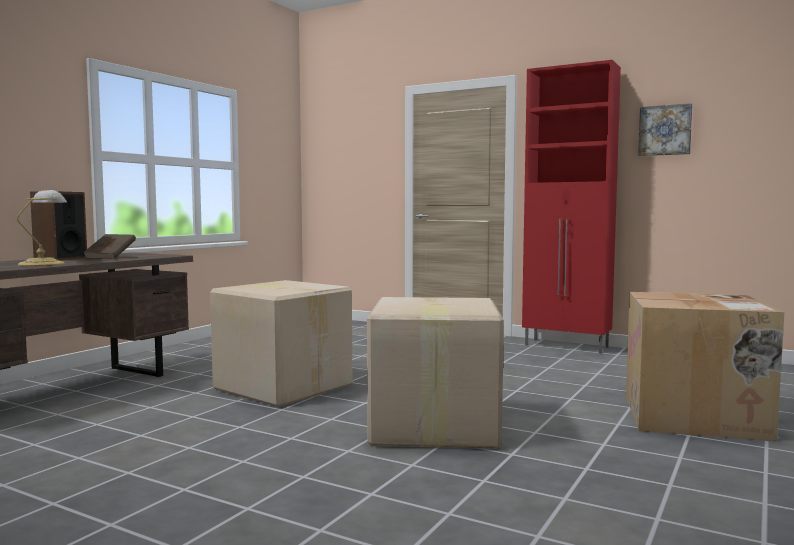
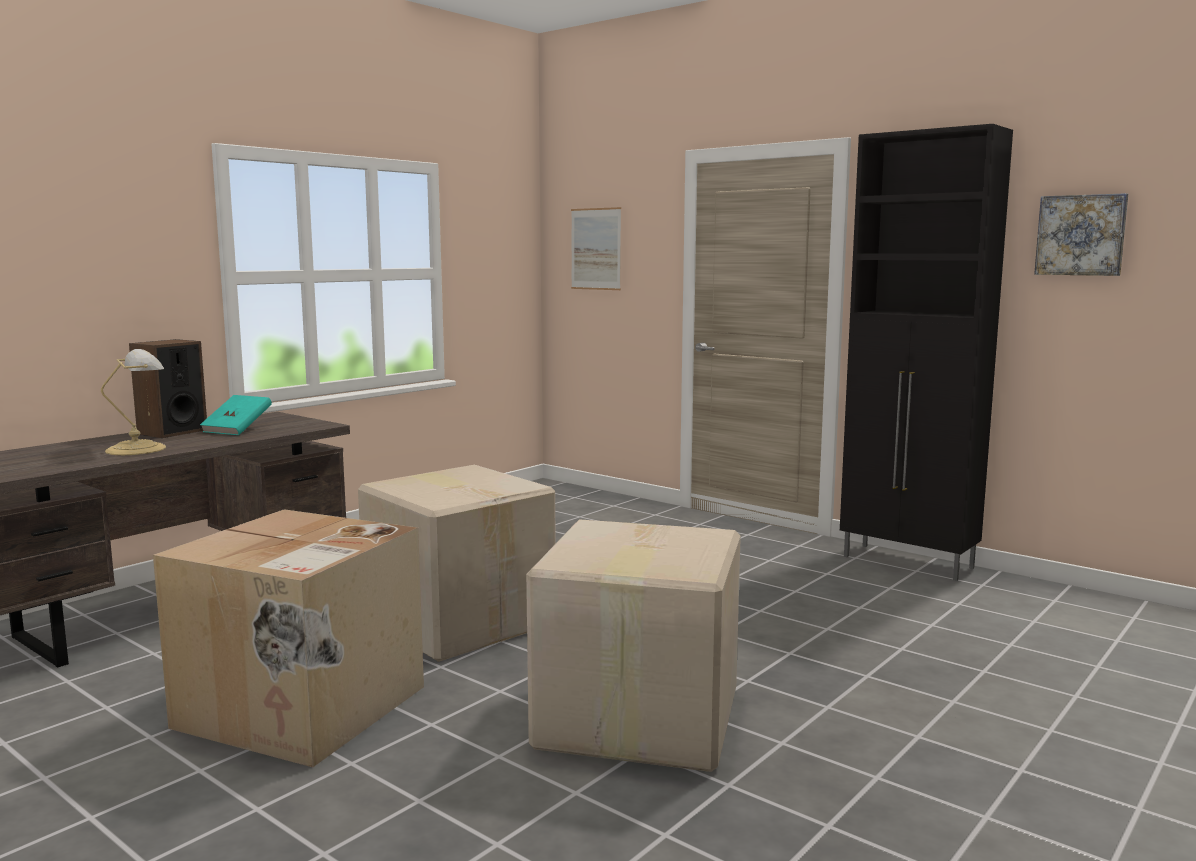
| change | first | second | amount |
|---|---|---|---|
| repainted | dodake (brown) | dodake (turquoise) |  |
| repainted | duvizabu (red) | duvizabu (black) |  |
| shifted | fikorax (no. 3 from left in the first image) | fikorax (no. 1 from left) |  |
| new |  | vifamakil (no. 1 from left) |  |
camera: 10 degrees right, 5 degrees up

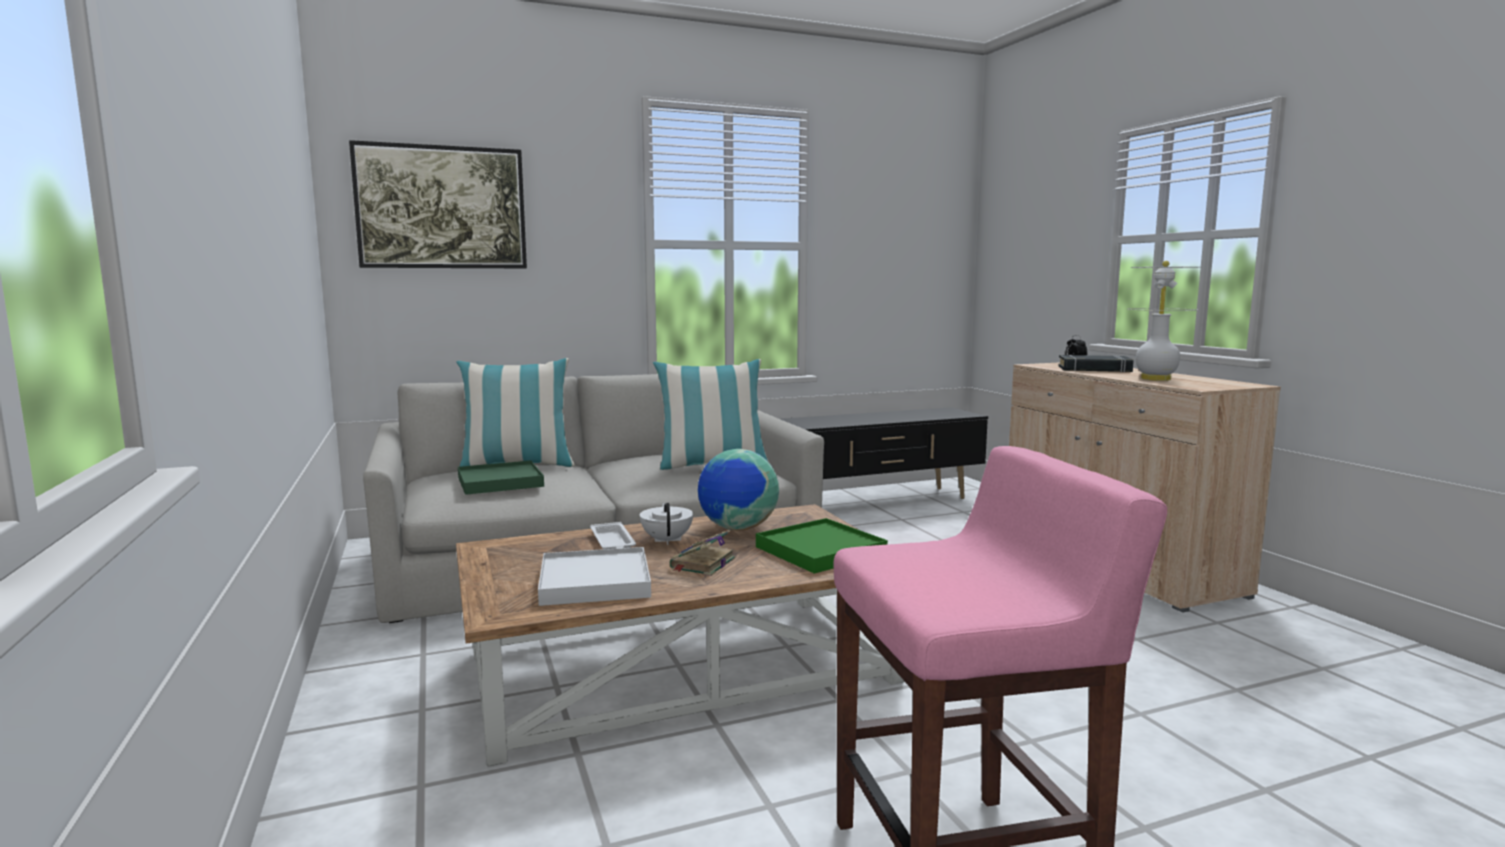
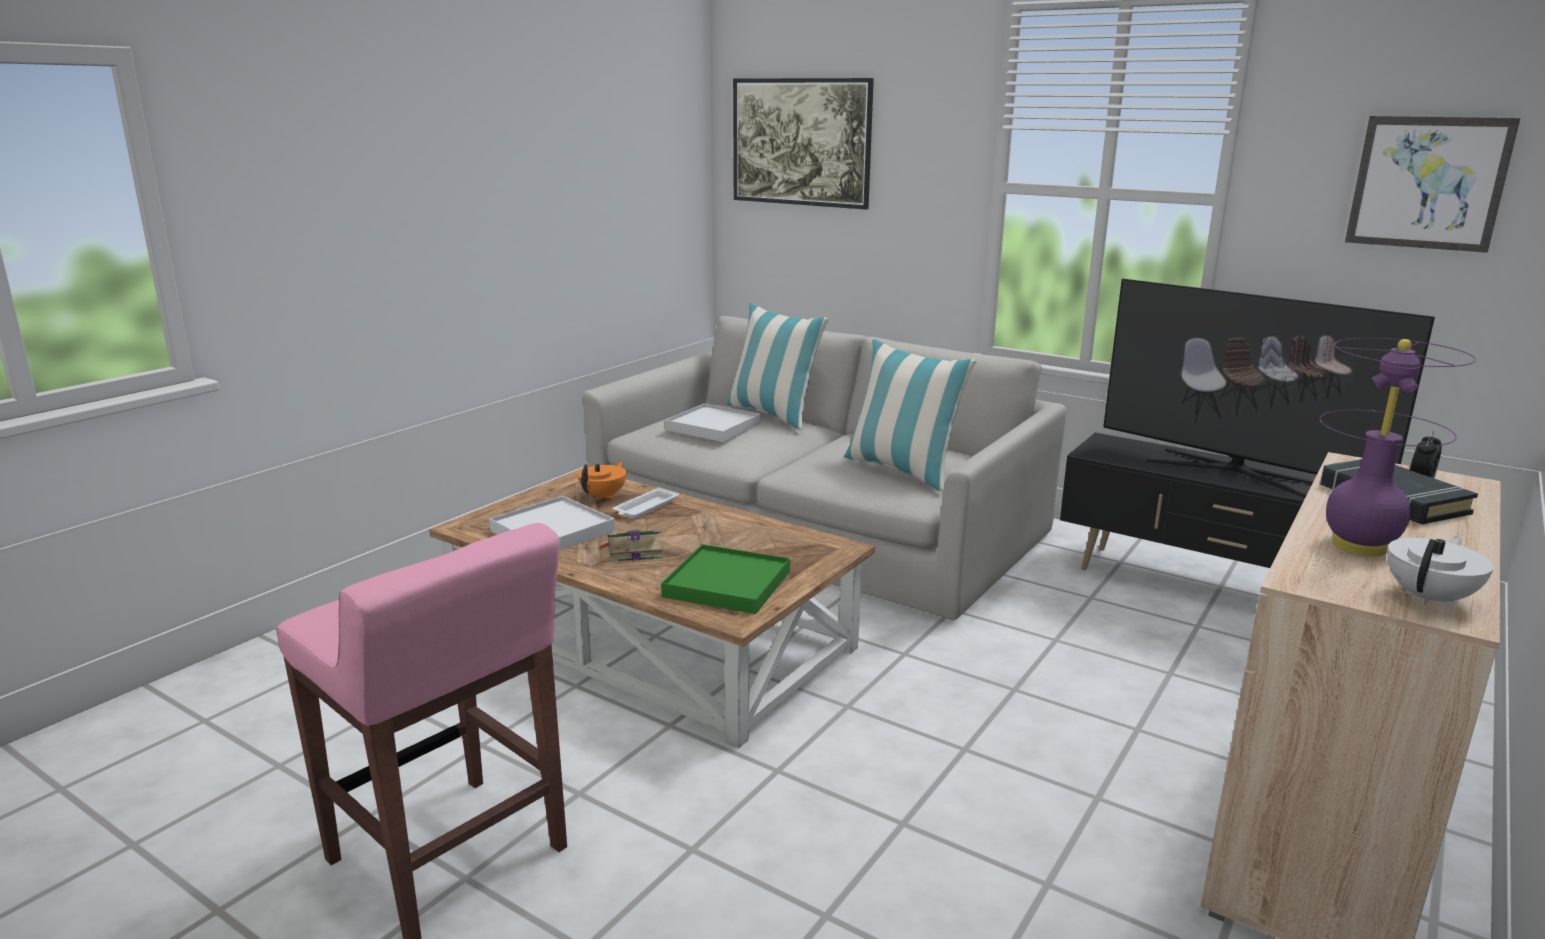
| change | first | second | amount |
|---|---|---|---|
| repainted | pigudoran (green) (no. 1 from left) | pigudoran (white) (no. 3 from left) |  |
| shifted | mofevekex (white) |  |  |
| gone | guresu |  |  |
| repainted | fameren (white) | fameren (purple) |  |
| new |  | mofevekex (orange) |  |
| new |  | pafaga |  |
| new |  | vifamakil (no. 2 from left) |  |
camera: 55 degrees right, 10 degrees up

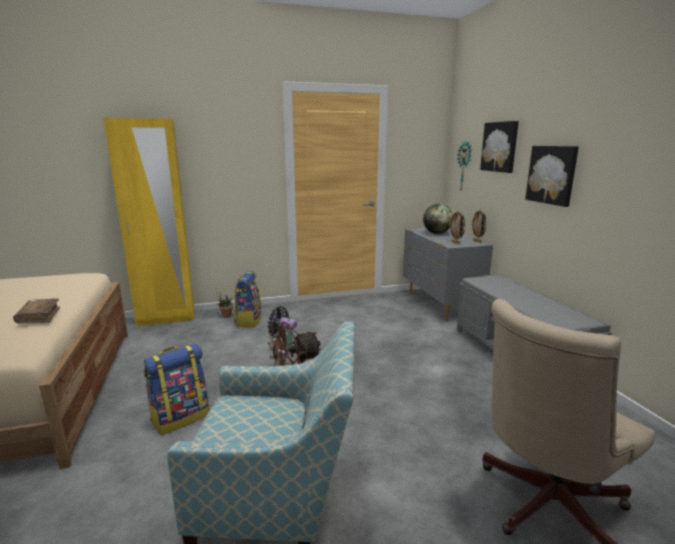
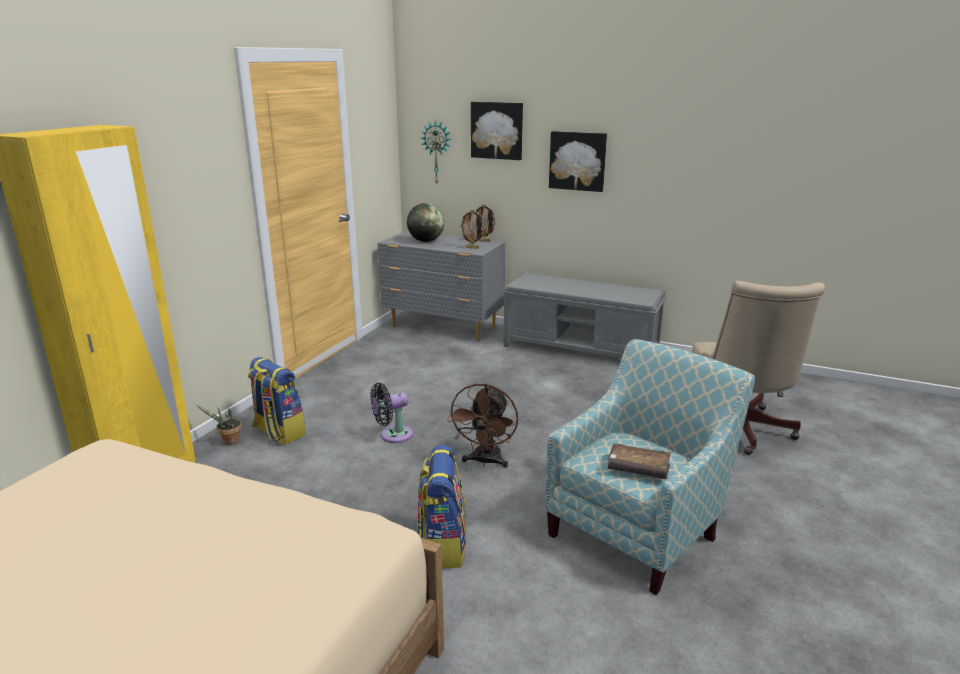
| change | first | second | amount |
|---|---|---|---|
| shifted | dodake (brown) |  |  |
camera: 50 degrees left, 5 degrees up

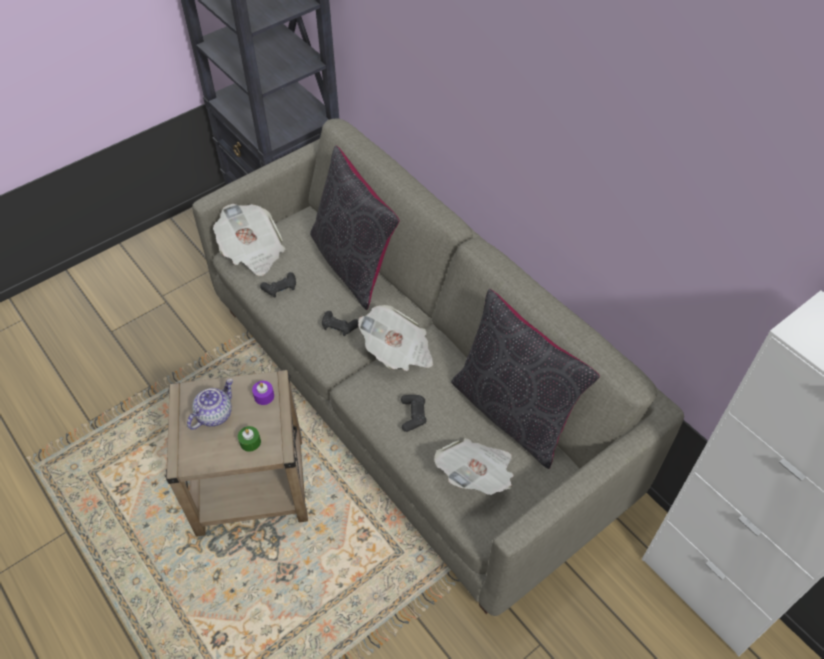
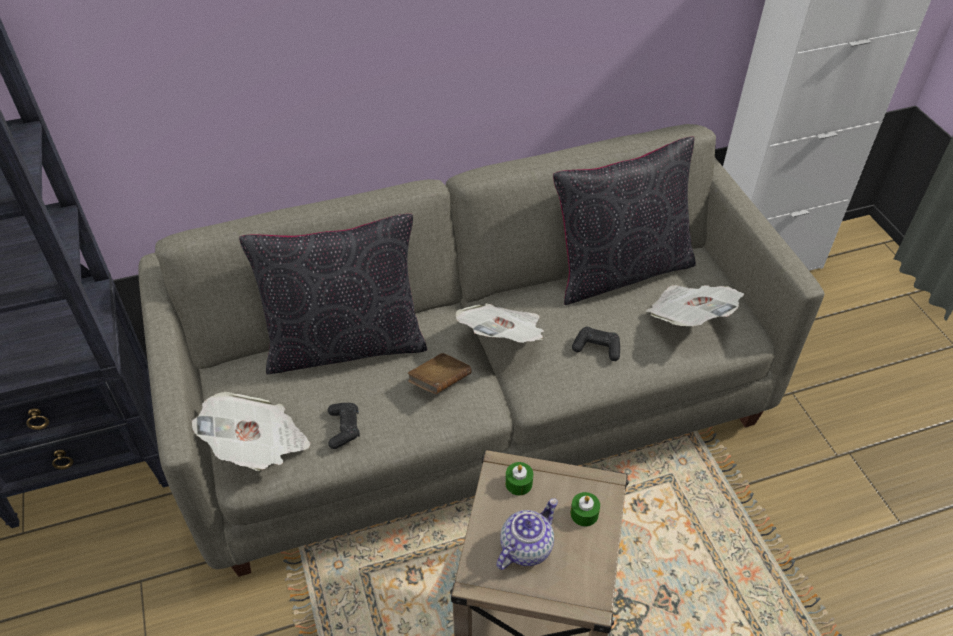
| change | first | second | amount |
|---|---|---|---|
| rotated | mofevekex |  | 75 degrees clockwise |
| repainted | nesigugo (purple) | nesigugo (green) (no. 1 from left) |  |
| swapped | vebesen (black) (no. 2 from left) | dodake (brown) |  |
camera: 70 degrees left, 5 degrees down

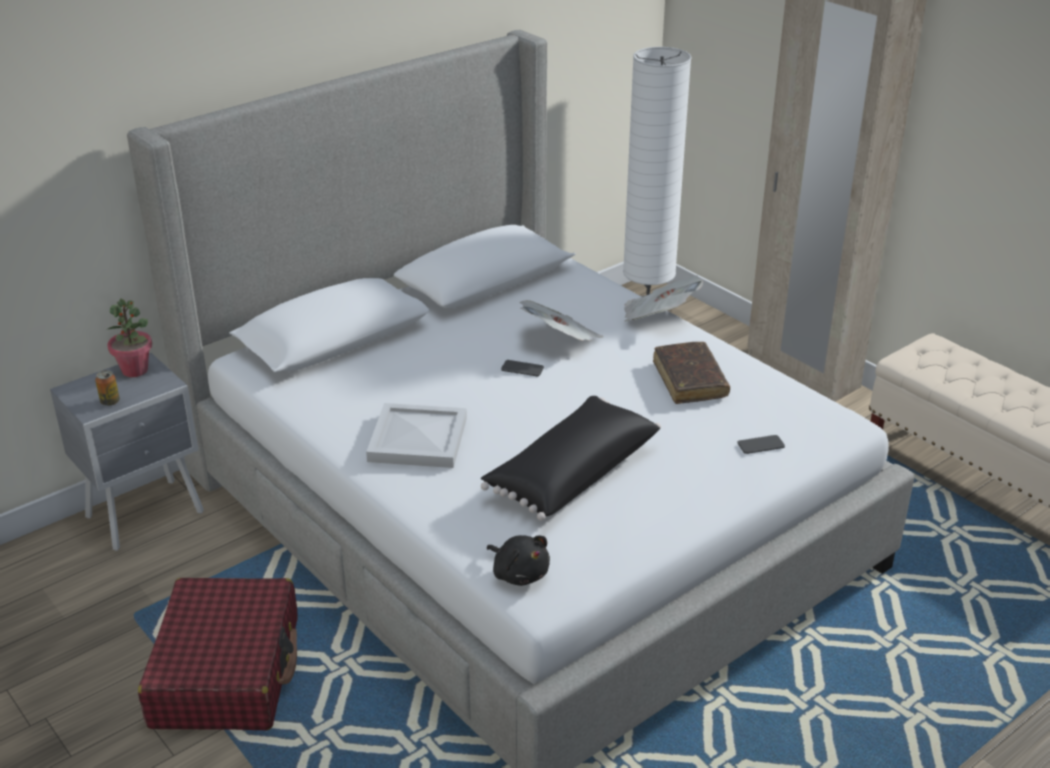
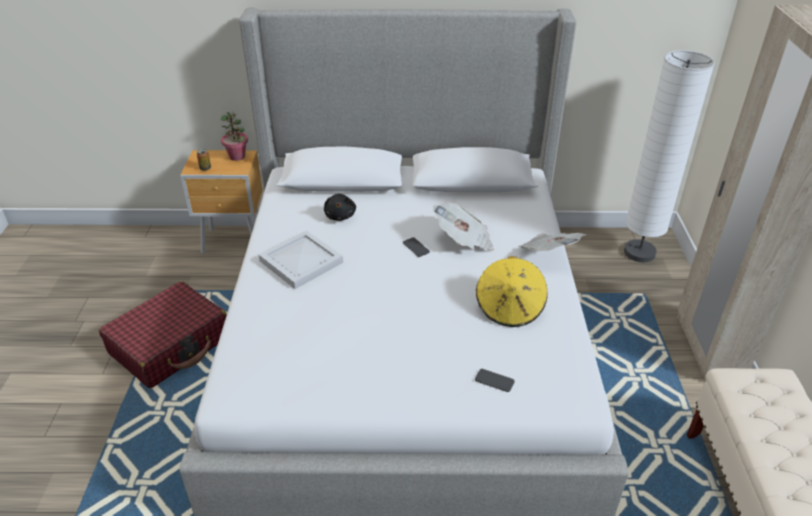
| change | first | second | amount |
|---|---|---|---|
| repainted | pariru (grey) | pariru (brown) |  |
| gone | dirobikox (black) |  |  |
| shifted | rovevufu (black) |  |  |
| swapped | dodake (brown) | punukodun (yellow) |  |
camera: 40 degrees right, 5 degrees up

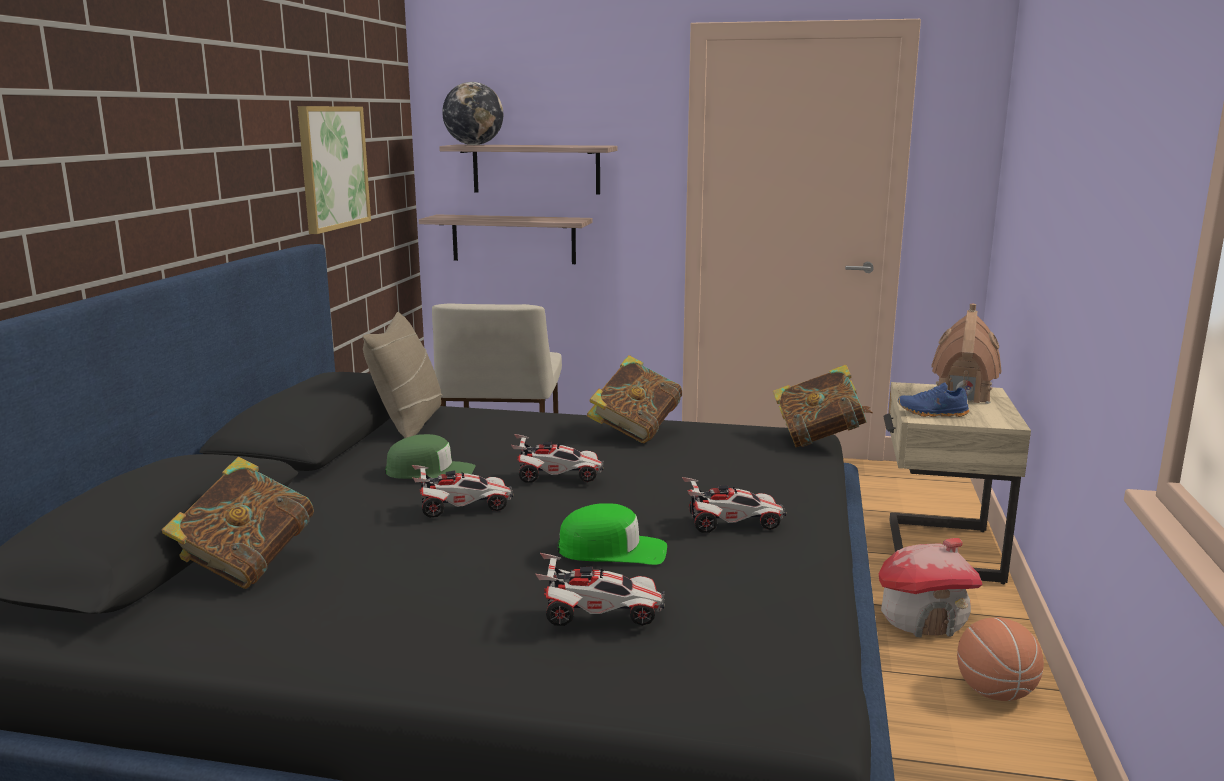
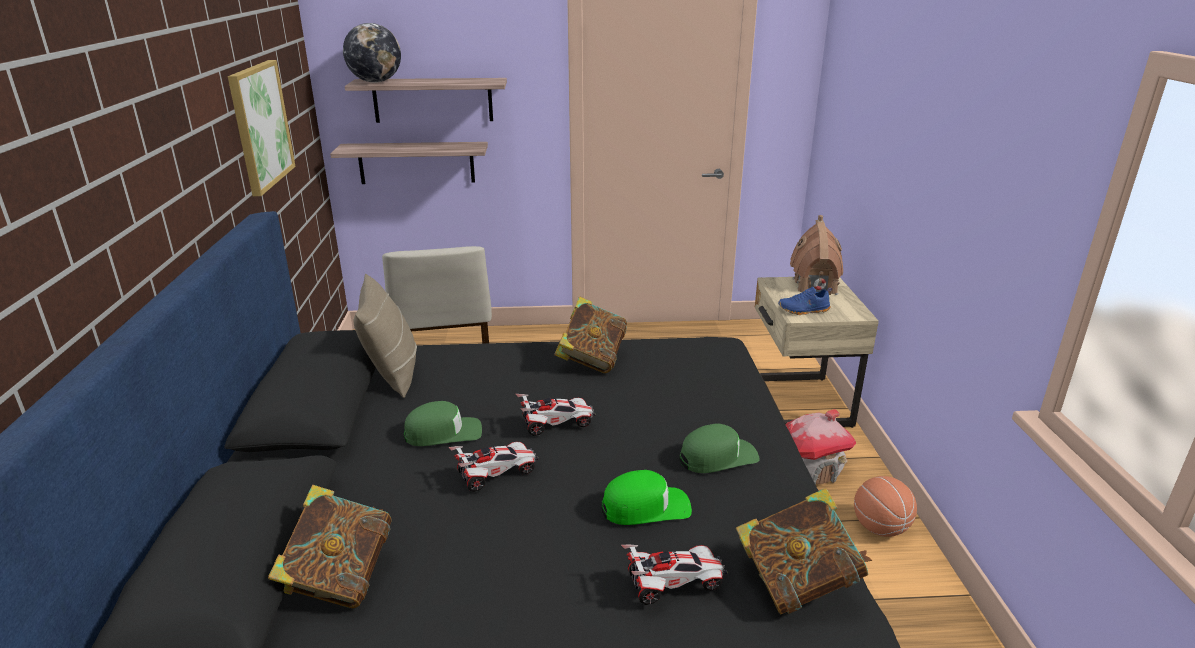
| change | first | second | amount |
|---|---|---|---|
| swapped | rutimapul (no. 4 from left) | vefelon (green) (no. 3 from left) |  |
| shifted | dodake (no. 3 from left) |  |  |
camera: 15 degrees left, 10 degrees up

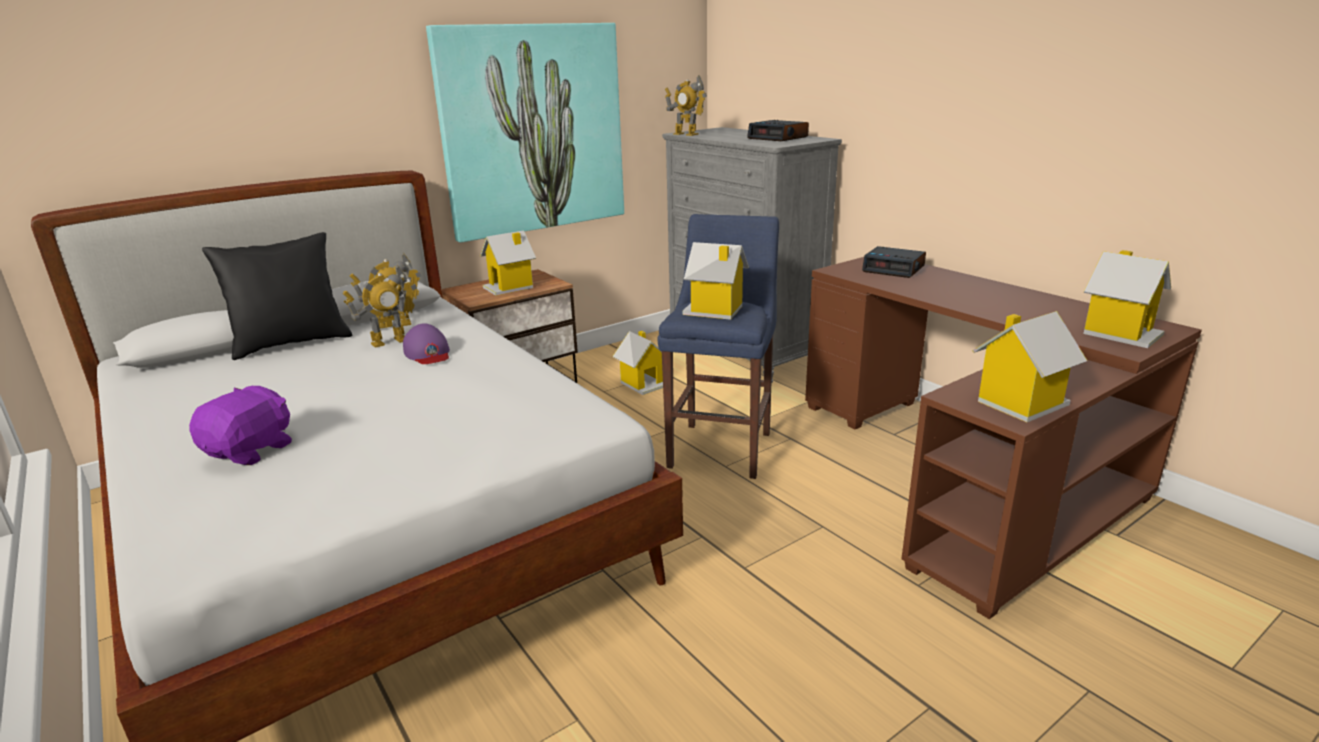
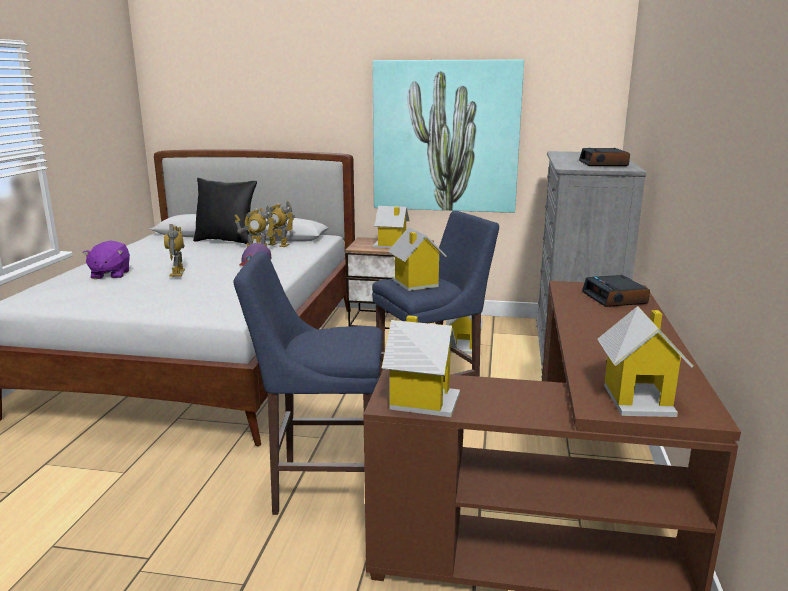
| change | first | second | amount |
|---|---|---|---|
| rotated | rovevufu (purple) |  | 105 degrees clockwise |
| shifted | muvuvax (no. 3 from left in the first image) | muvuvax (no. 1 from left) |  |
| new |  | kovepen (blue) (no. 1 from left) |  |
camera: 45 degrees right, 5 degrees down

